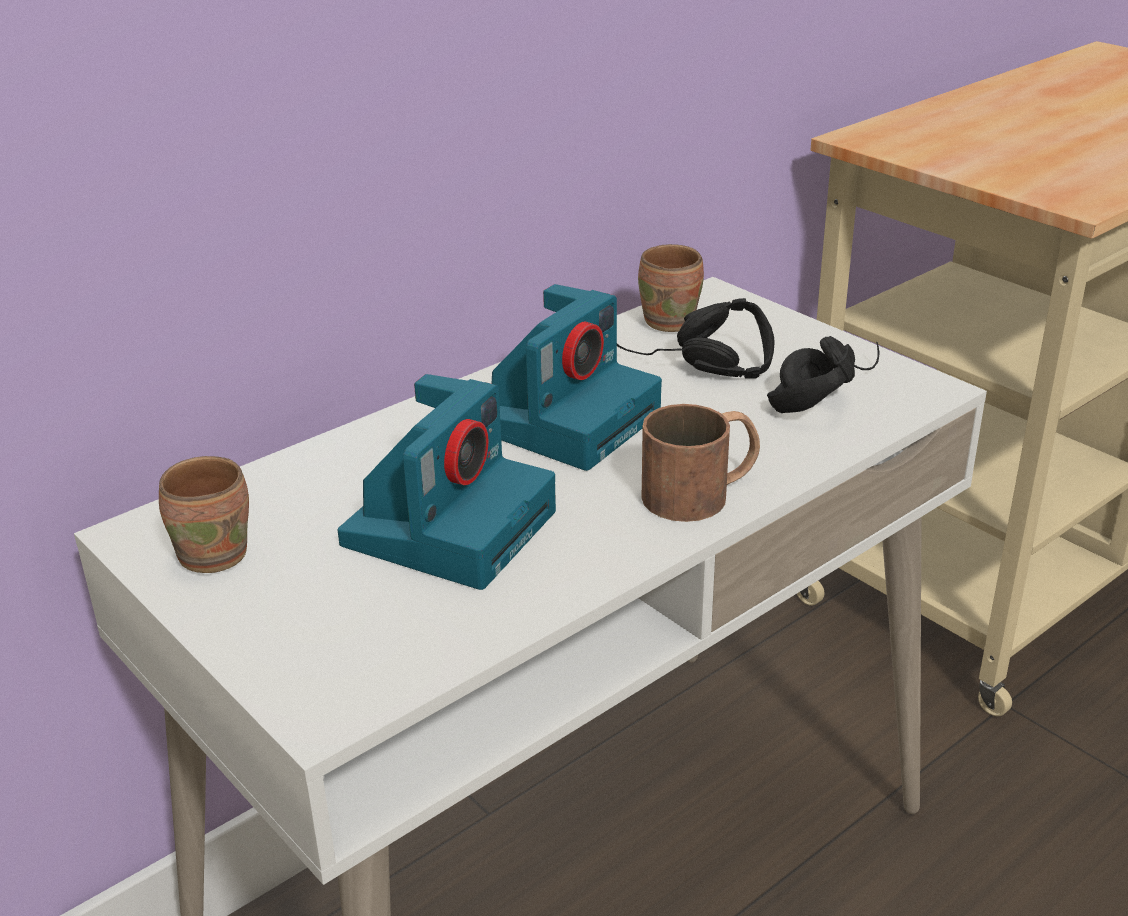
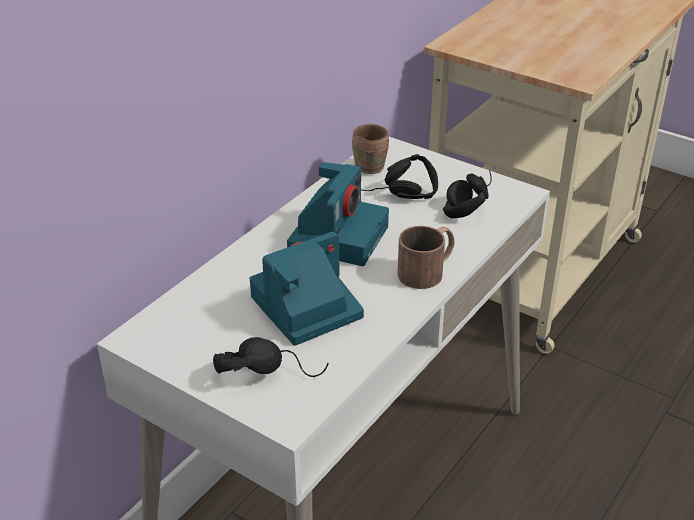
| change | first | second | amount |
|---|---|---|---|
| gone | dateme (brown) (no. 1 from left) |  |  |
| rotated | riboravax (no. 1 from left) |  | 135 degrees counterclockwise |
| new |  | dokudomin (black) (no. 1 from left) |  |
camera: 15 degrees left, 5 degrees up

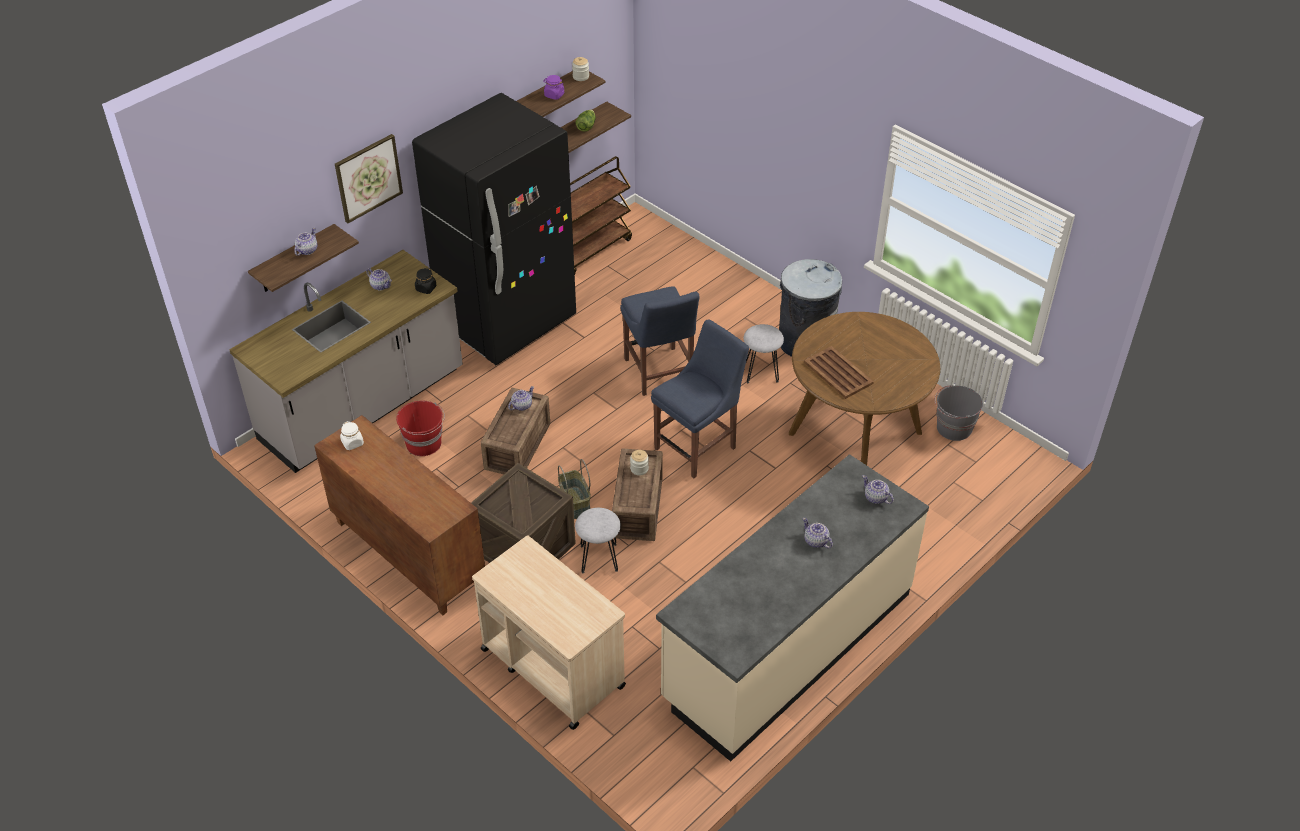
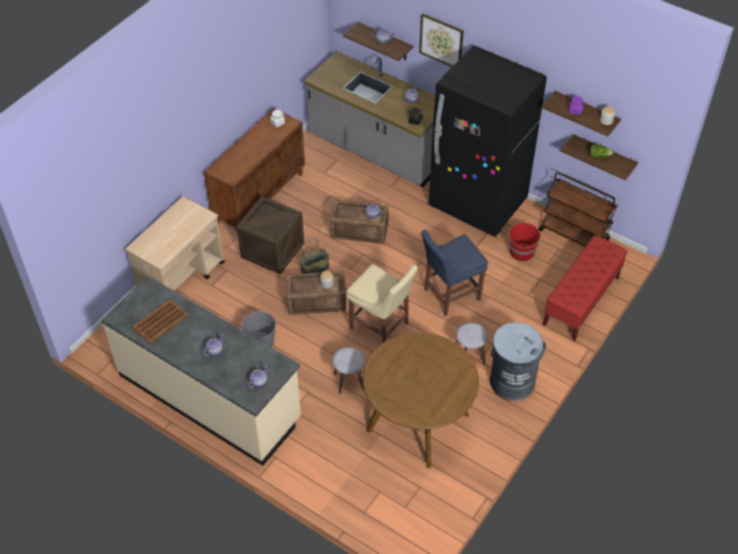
| change | first | second | amount |
|---|---|---|---|
| shifted | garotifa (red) |  |  |
| shifted | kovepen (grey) (no. 1 from left) |  |  |
| repainted | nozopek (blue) (no. 2 from left) | nozopek (beige) |  |
| shifted | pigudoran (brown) |  |  |
| shifted | garotifa (grey) |  |  |
| new |  | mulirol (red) |  |
camera: 80 degrees right, 5 degrees up

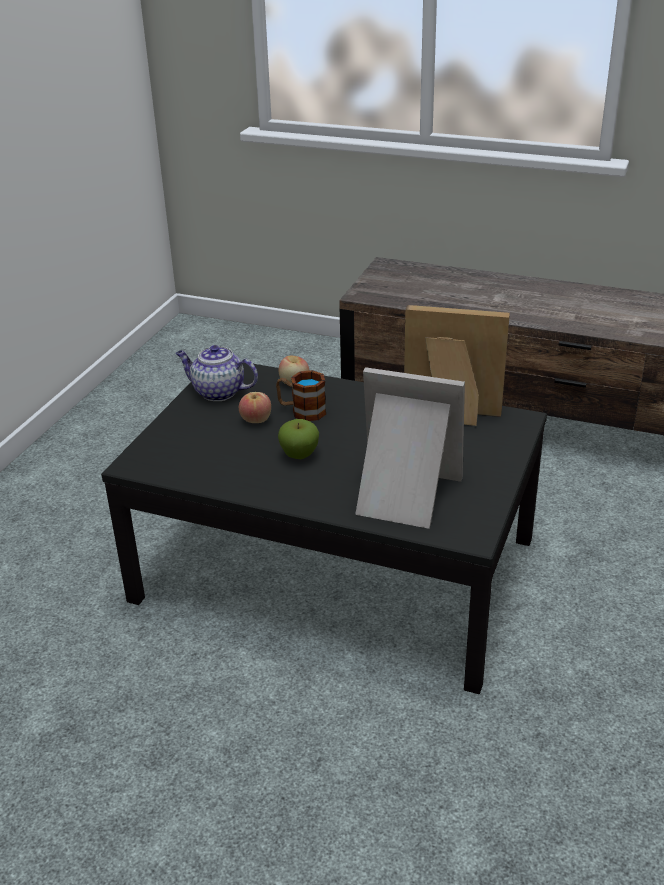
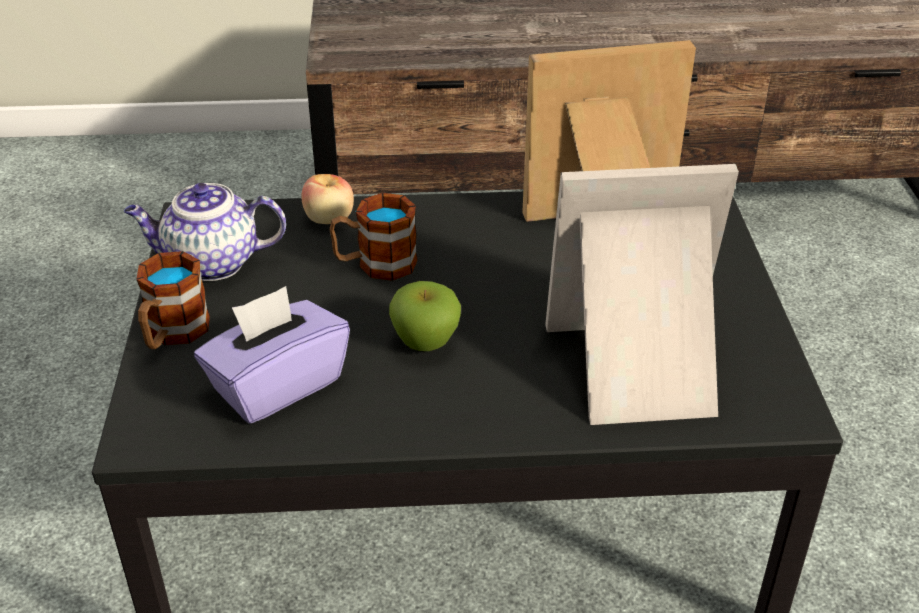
| change | first | second | amount |
|---|---|---|---|
| gone | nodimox (no. 1 from left) |  |  |
| new |  | dateme (no. 1 from left) |  |
| new |  | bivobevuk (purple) |  |
camera: 25 degrees left, 5 degrees up

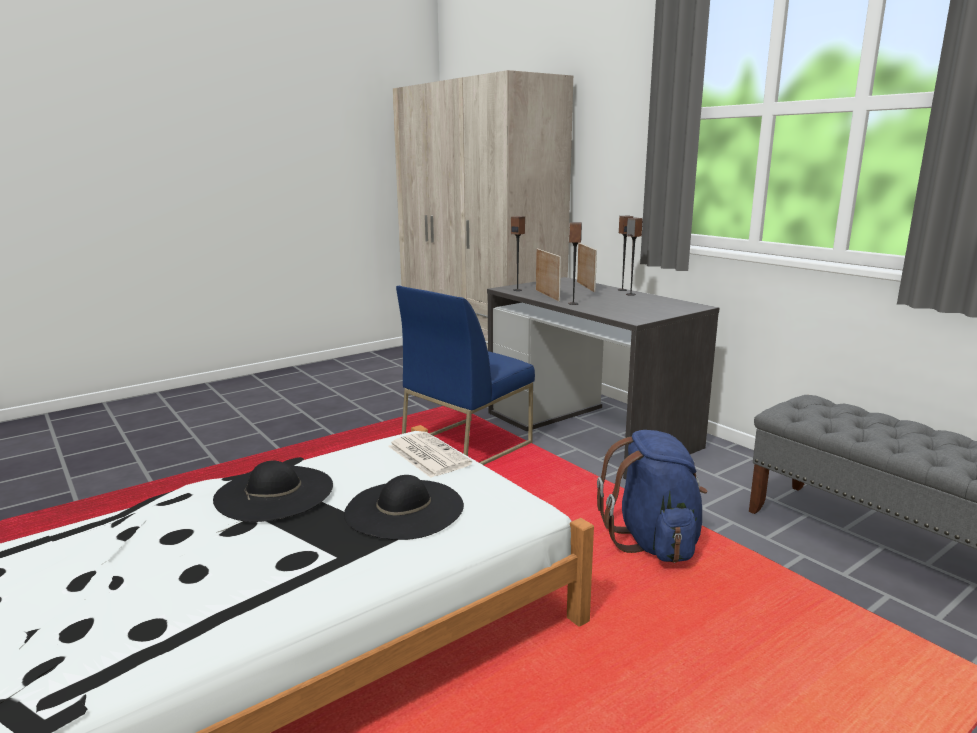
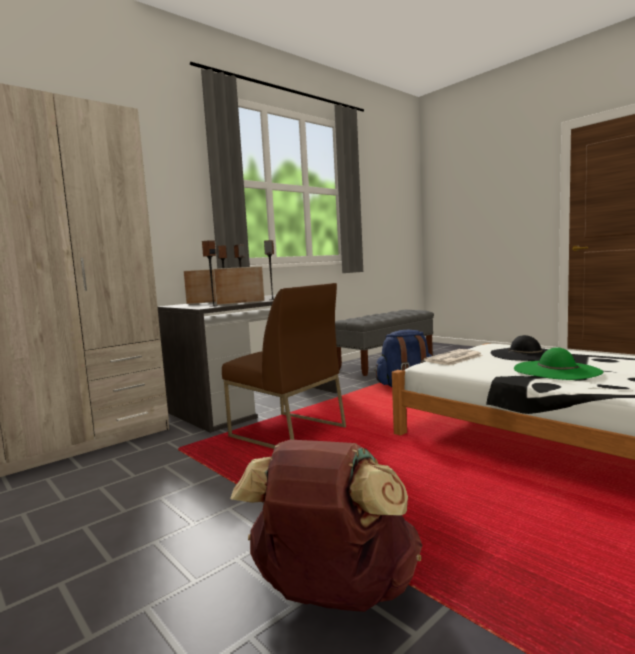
| change | first | second | amount |
|---|---|---|---|
| repainted | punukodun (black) (no. 1 from left) | punukodun (green) |  |
| repainted | nozopek (blue) | nozopek (brown) |  |
| new |  | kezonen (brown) |  |
camera: 95 degrees left, 10 degrees down

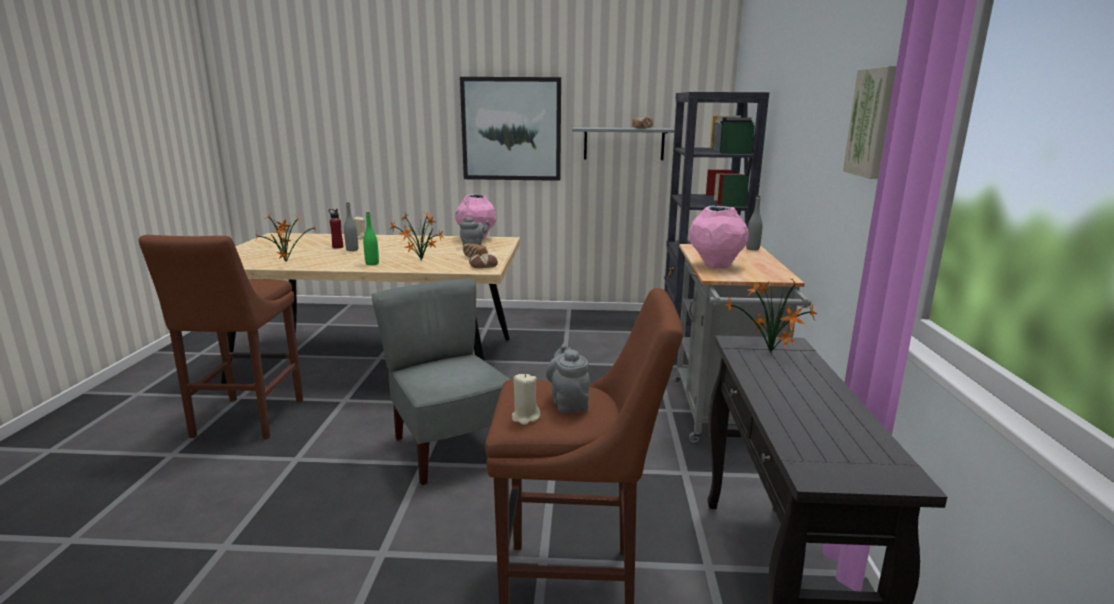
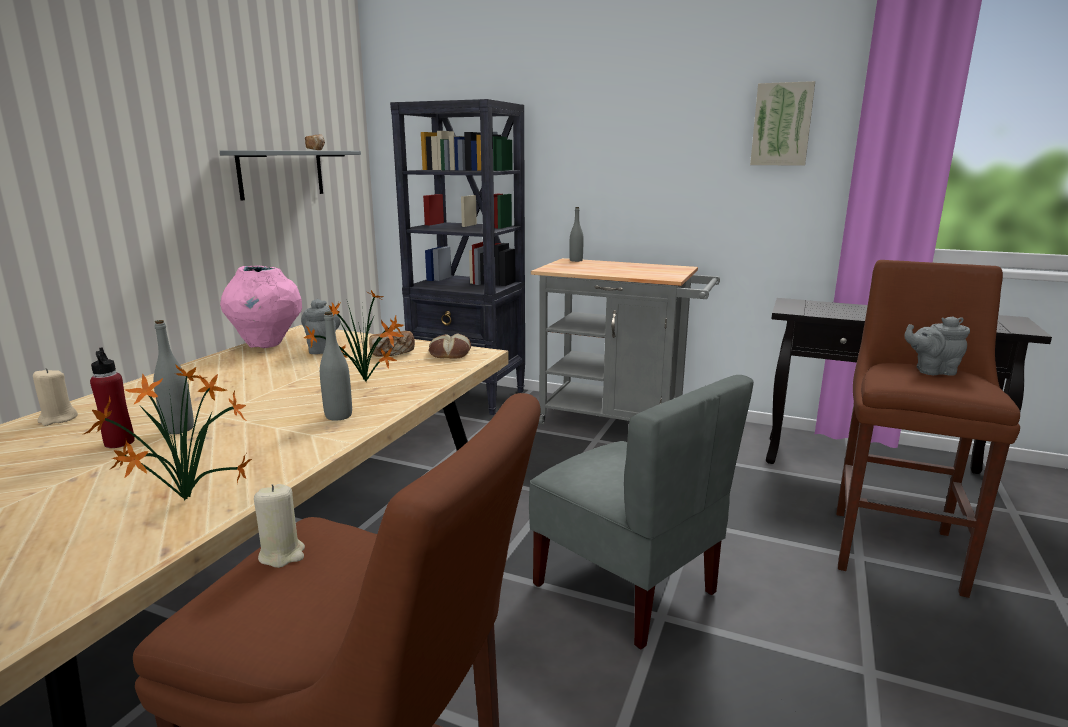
| change | first | second | amount |
|---|---|---|---|
| repainted | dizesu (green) | dizesu (grey) (no. 2 from left) |  |
| rotated | nozopek (grey) |  | 120 degrees counterclockwise |
| gone | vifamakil (no. 1 from left) |  |  |
| shifted | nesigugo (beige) (no. 2 from left) |  |  |
| gone | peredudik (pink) (no. 2 from left) |  |  |
| gone | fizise (no. 3 from left) |  |  |
camera: 70 degrees left, 0 degrees up

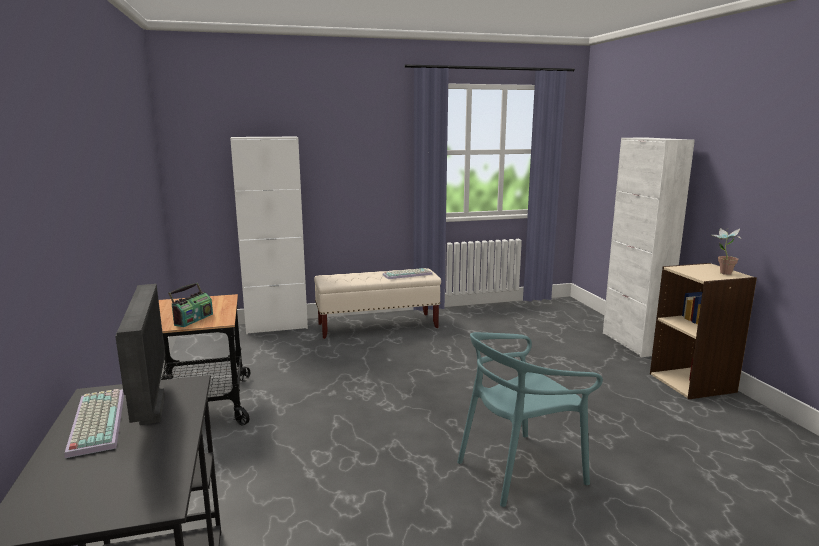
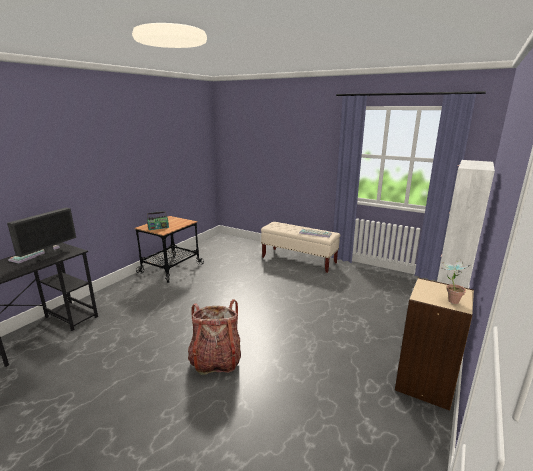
| change | first | second | amount |
|---|---|---|---|
| gone | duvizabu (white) (no. 1 from left) |  |  |
| swapped | nozopek (turquoise) | kezonen |  |
camera: 45 degrees right, 5 degrees up

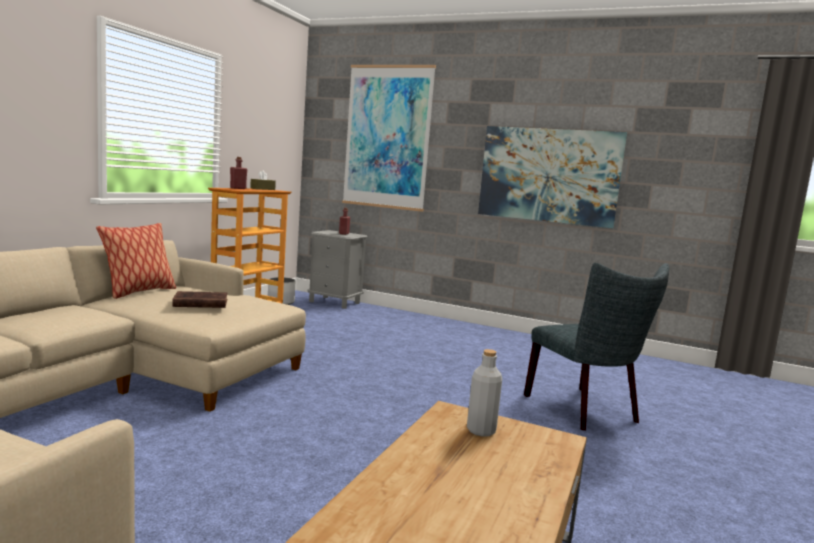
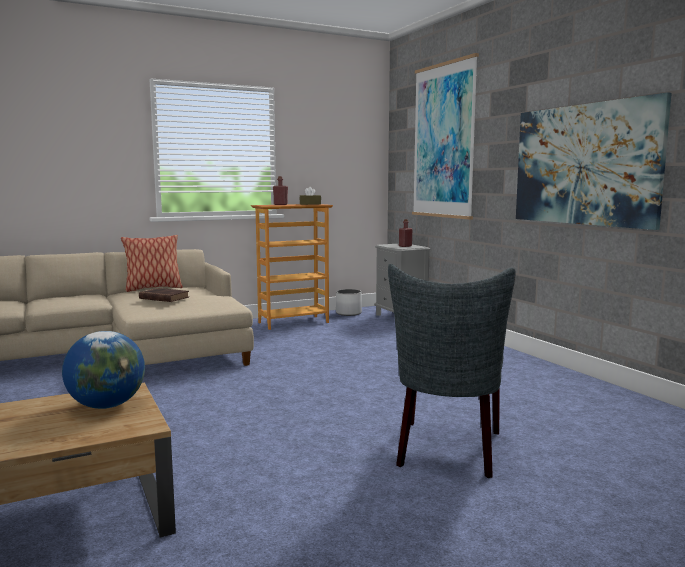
| change | first | second | amount |
|---|---|---|---|
| swapped | dizesu (grey) | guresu |  |
camera: 40 degrees right, 0 degrees up

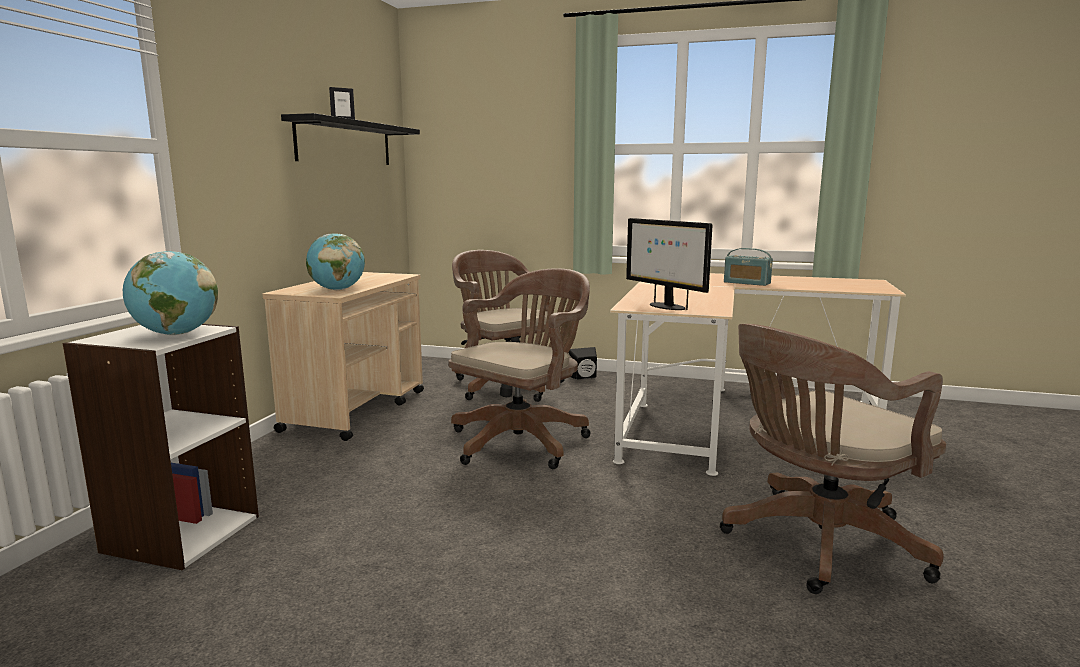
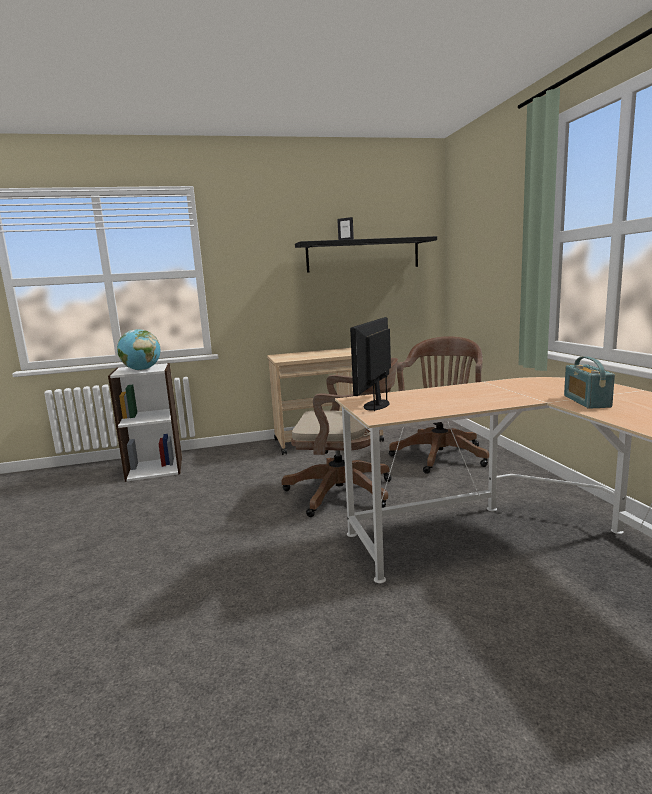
| change | first | second | amount |
|---|---|---|---|
| gone | guresu (no. 2 from left) |  |  |
| gone | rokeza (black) |  |  |
| gone | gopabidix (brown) (no. 3 from left) |  |  |
camera: 60 degrees right, 0 degrees up

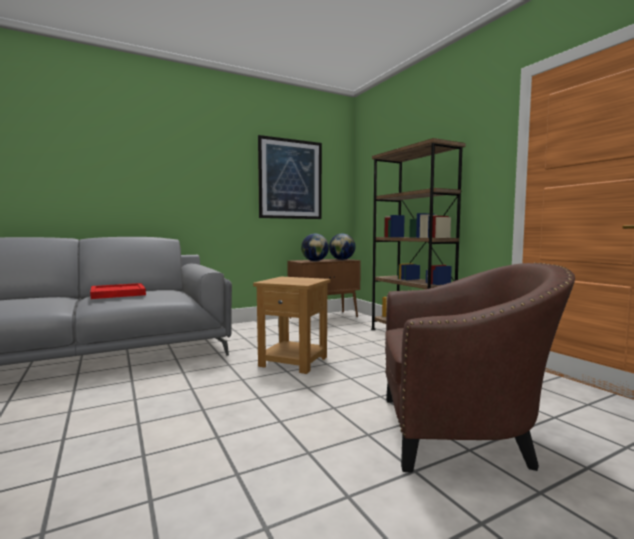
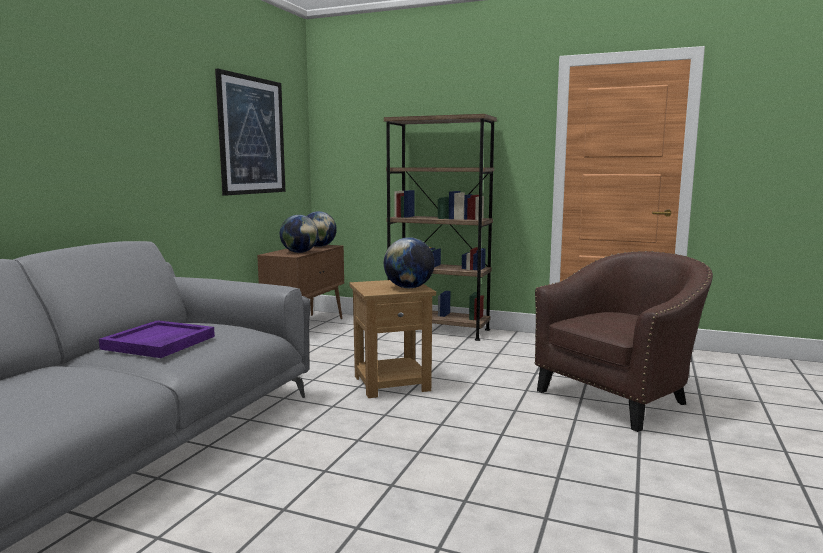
| change | first | second | amount |
|---|---|---|---|
| repainted | pigudoran (red) | pigudoran (purple) |  |
| new |  | guresu (no. 3 from left) |  |
camera: 40 degrees left, 5 degrees up

